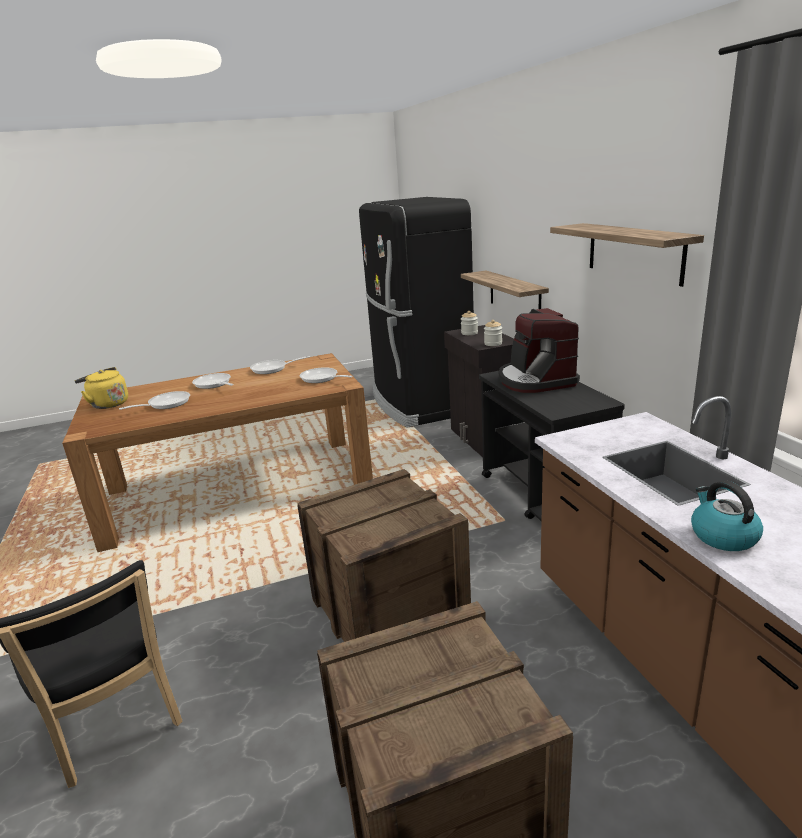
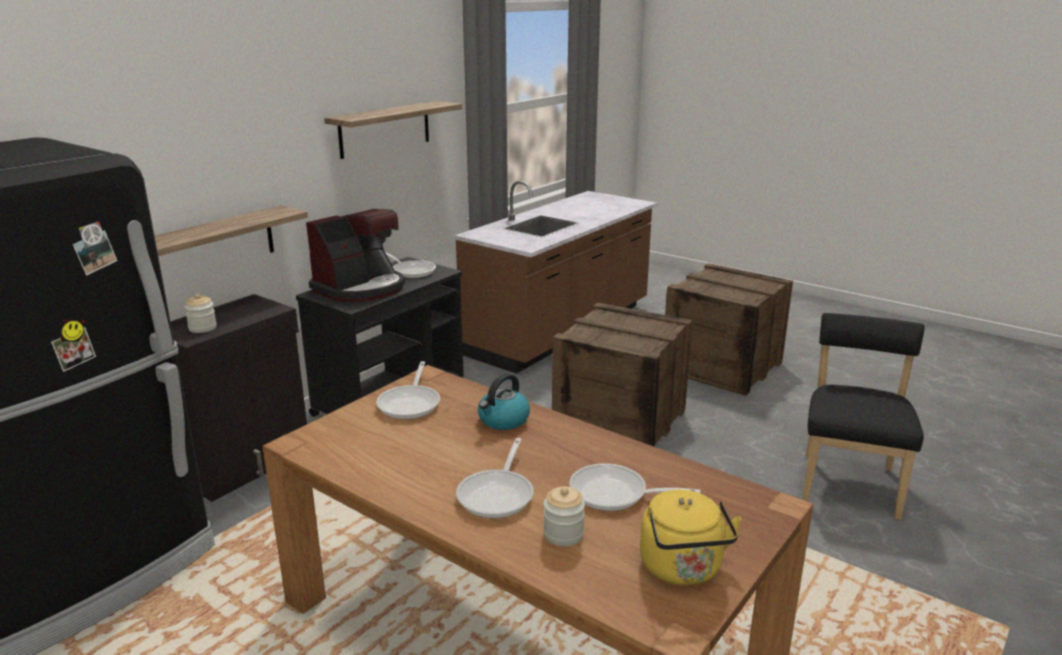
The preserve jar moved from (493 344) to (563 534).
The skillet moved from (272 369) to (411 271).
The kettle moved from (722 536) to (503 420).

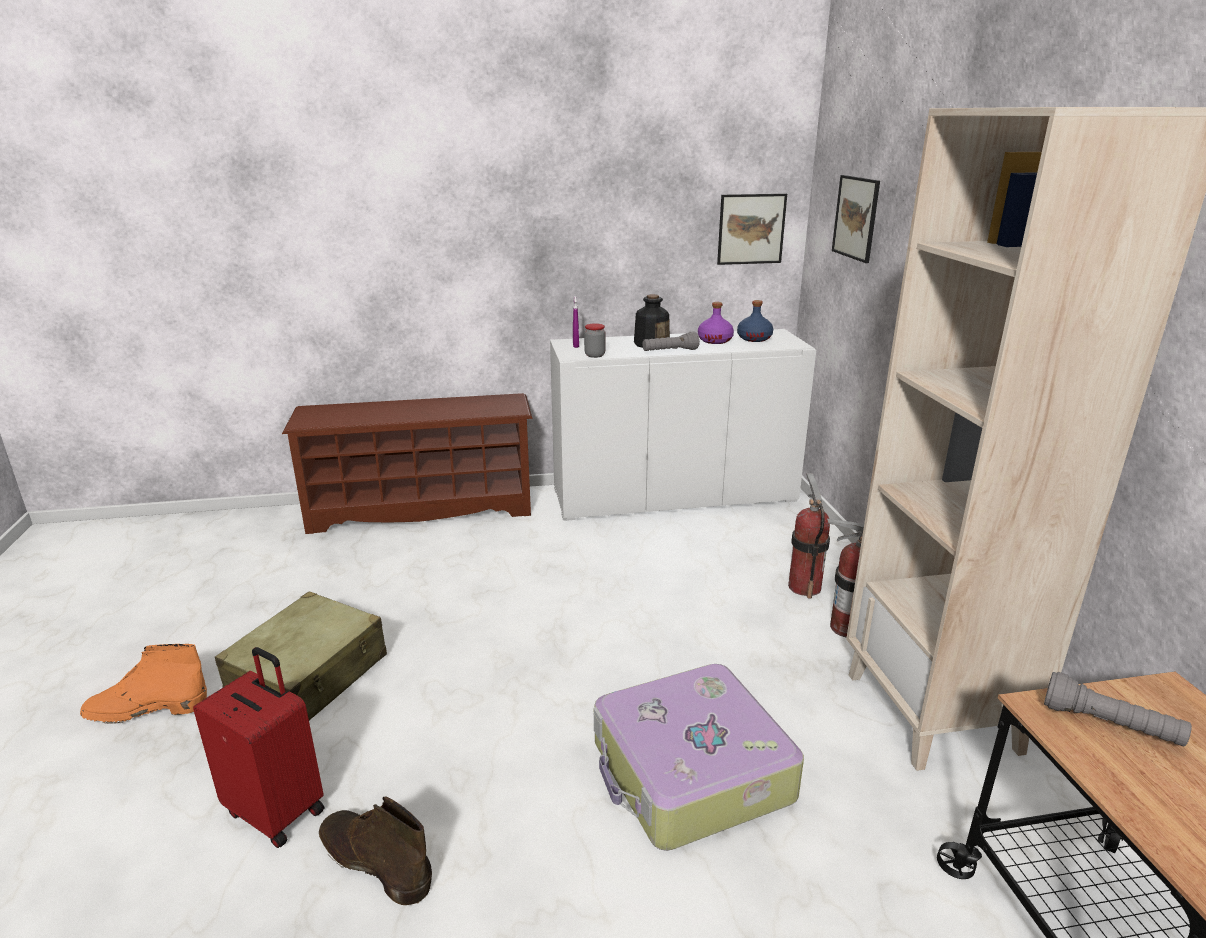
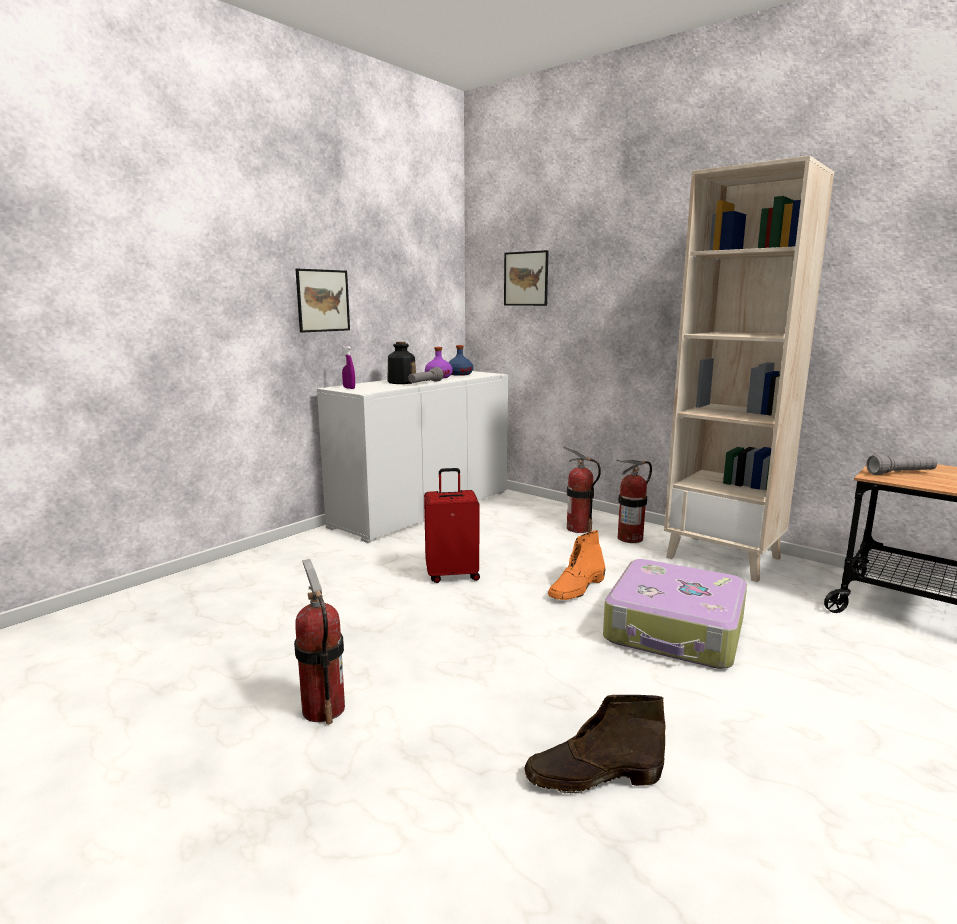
The wall art moved from (751 229) to (323 300).
The preserve jar at (595 355) disappeared.
The shoe stand (brown-coloured) at (422 509) disappeared.
The suitcase (beige-coloured) at (309 676) was replaced by the fire extinguisher at (323 708).
The boot (orange-coloured) moved from (146 709) to (576 589).
The suitcase (red-coloured) moved from (278 810) to (452 574).

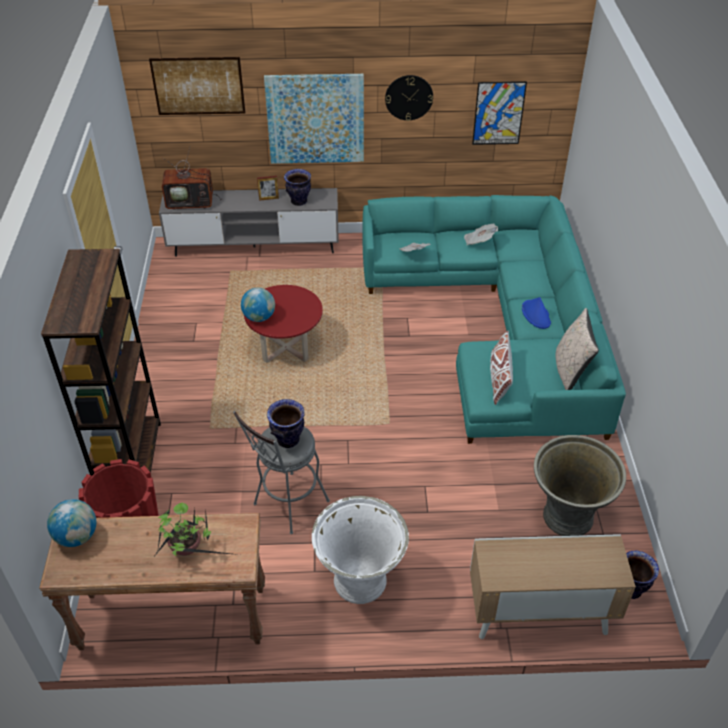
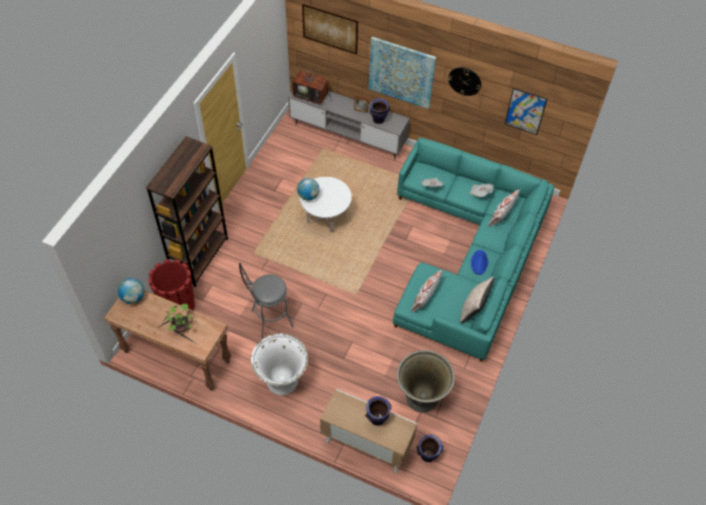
The coffee table (red-coloured) at (286 347) became the coffee table (whitish) at (325 217).
The vase moved from (288 440) to (377 418).
The cushion (whitish) at (502 214) appeared.

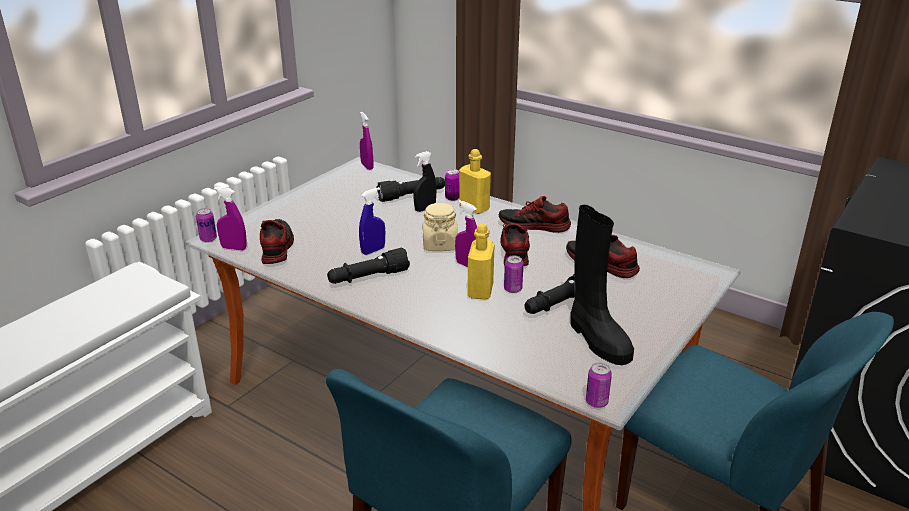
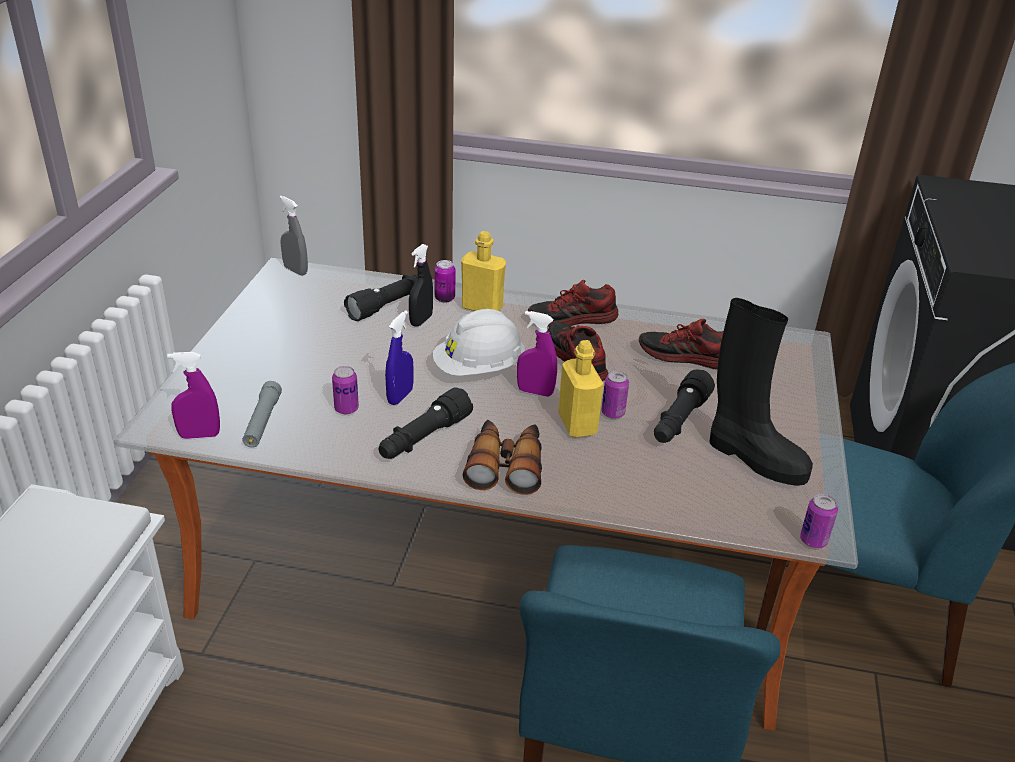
The sprayer (purplish) at (367 166) became the sprayer (grey) at (295 270).
The preserve jar (beige-coloured) at (440 244) was replaced by the hard hat (whitish) at (479 369).
The sealed can moved from (208 239) to (346 409).
The item of footwear at (276 248) was replaced by the torch (grey) at (262 422).
The pair of binoculars at (506 465) appeared.

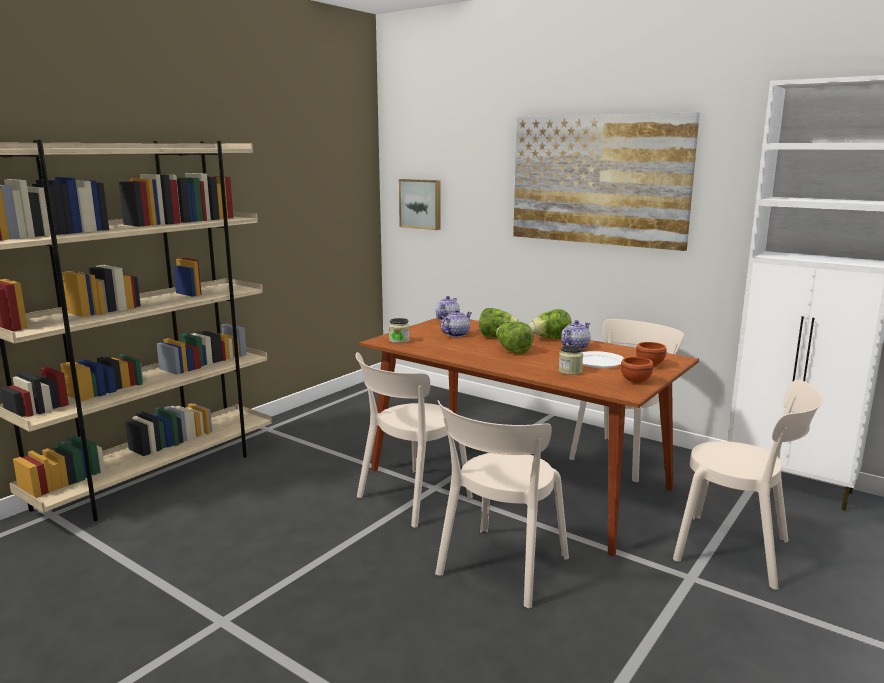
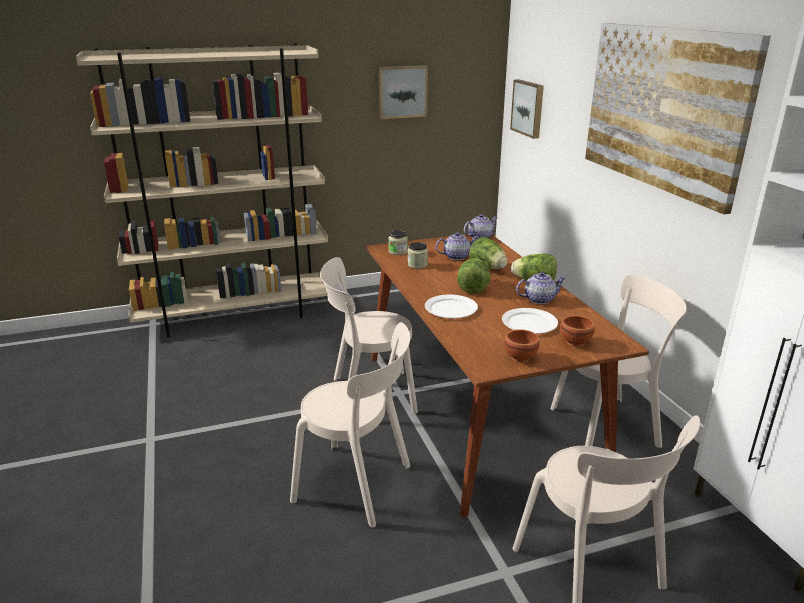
The preserve jar moved from (570 371) to (417 265).
The chair (beige-coloured) at (500 569) turned 135 degrees counterclockwise.
The wall art at (402 91) appeared.
The dinner plate (whitish) at (451 309) appeared.

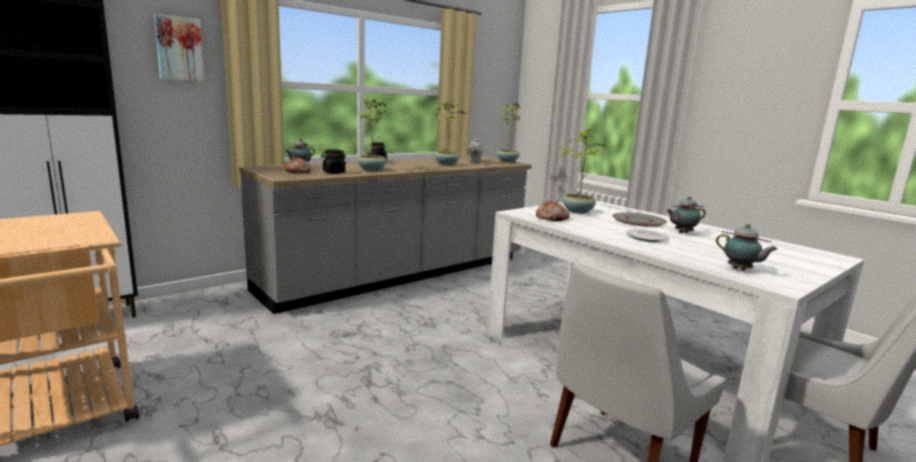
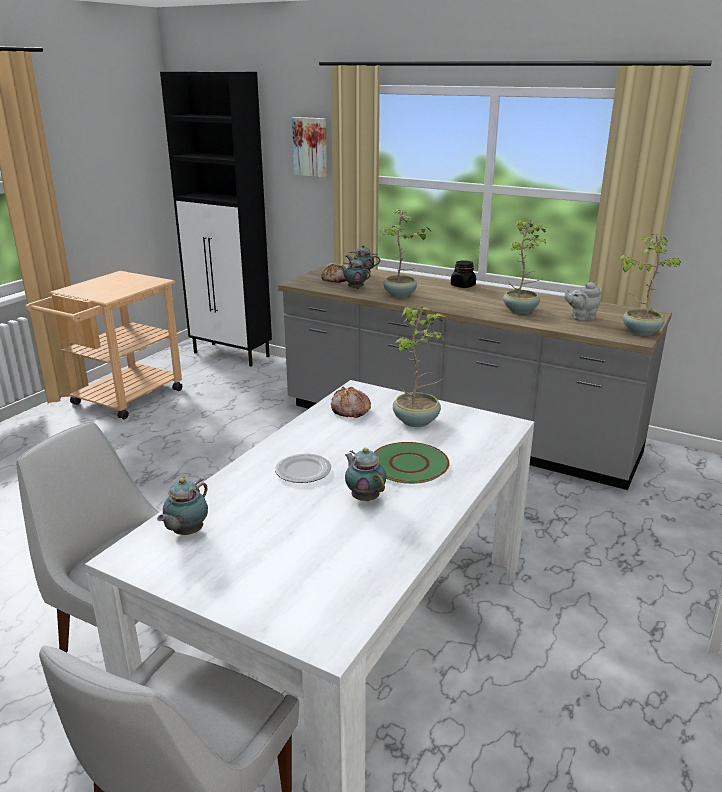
The preserve jar (black) at (333 172) was replaced by the tea pot at (355 288).
The dinner plate (grey) at (639 220) became the dinner plate (green) at (409 464).

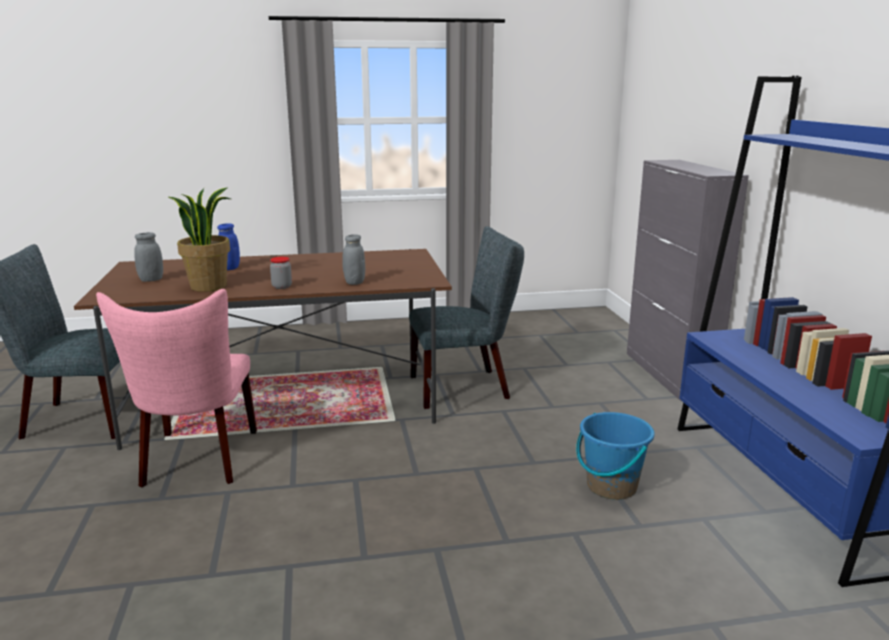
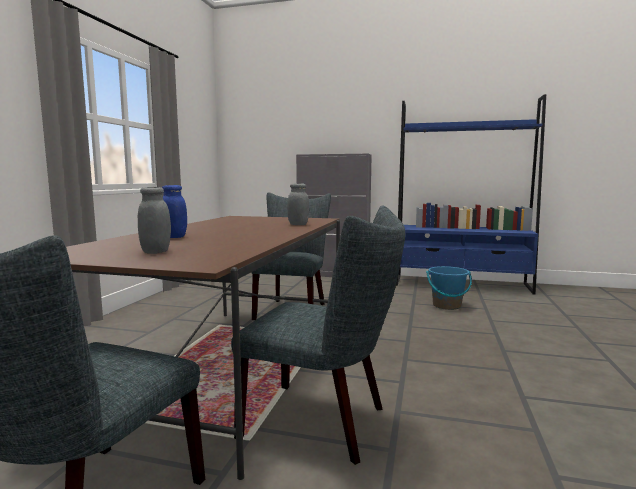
The plant in a pot at (209 286) disappeared.
The preserve jar at (282 287) disappeared.
The chair (pink-coloured) at (197 461) became the chair (grey) at (323 422).

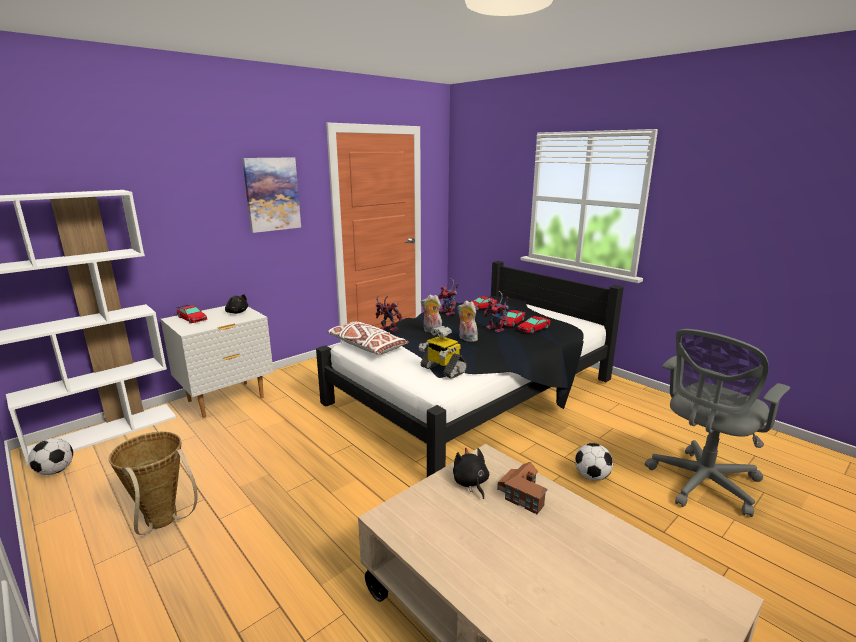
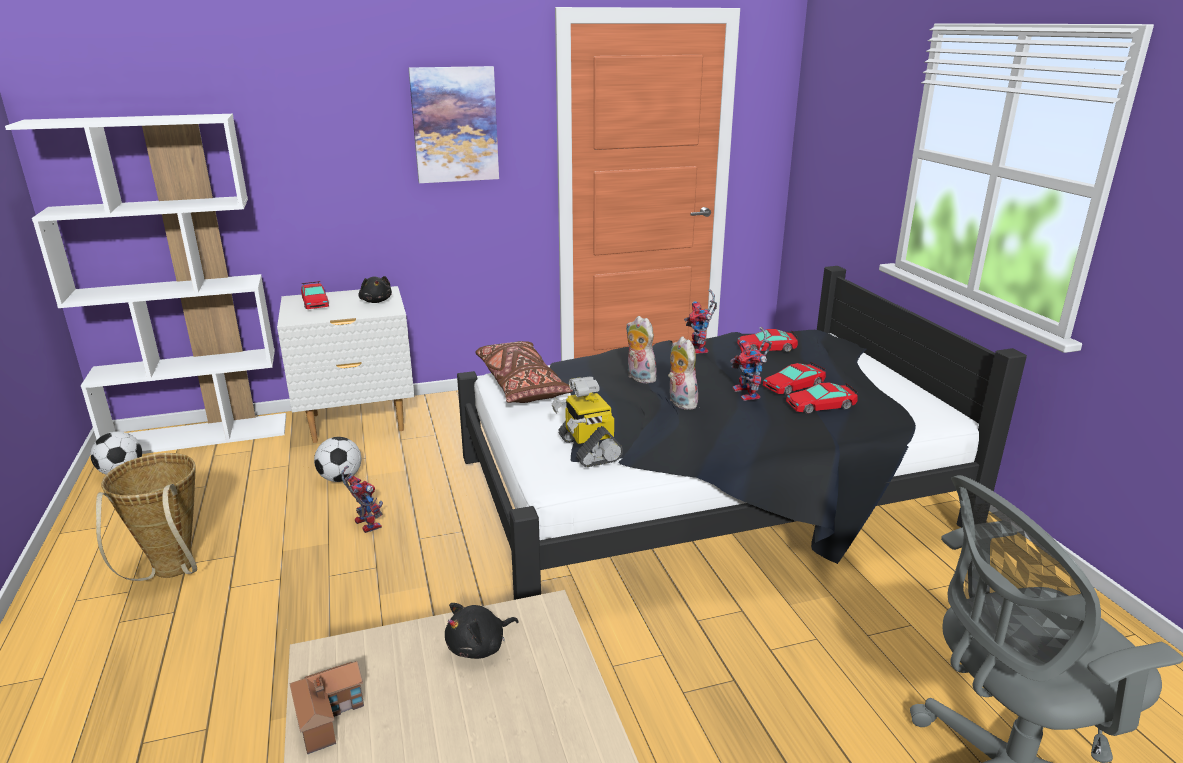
The model robot moved from (387 329) to (364 523).
The cushion (whitish) at (366 346) became the cushion (brown-coloured) at (521 385).
The ball for football moved from (591 476) to (340 478).
The soft toy (black) at (471 483) turned 135 degrees counterclockwise.
The toy house moved from (522 494) to (330 711).

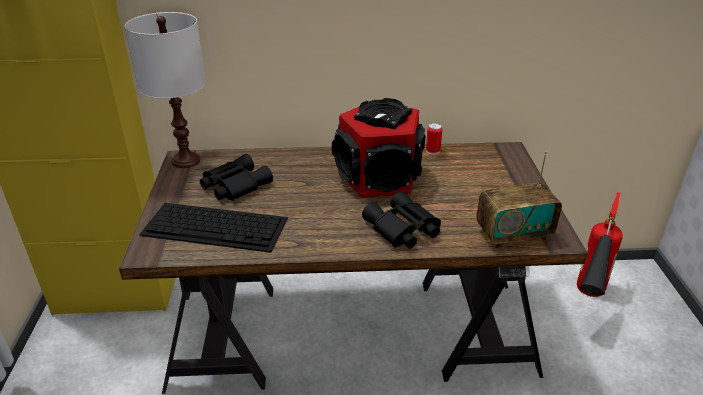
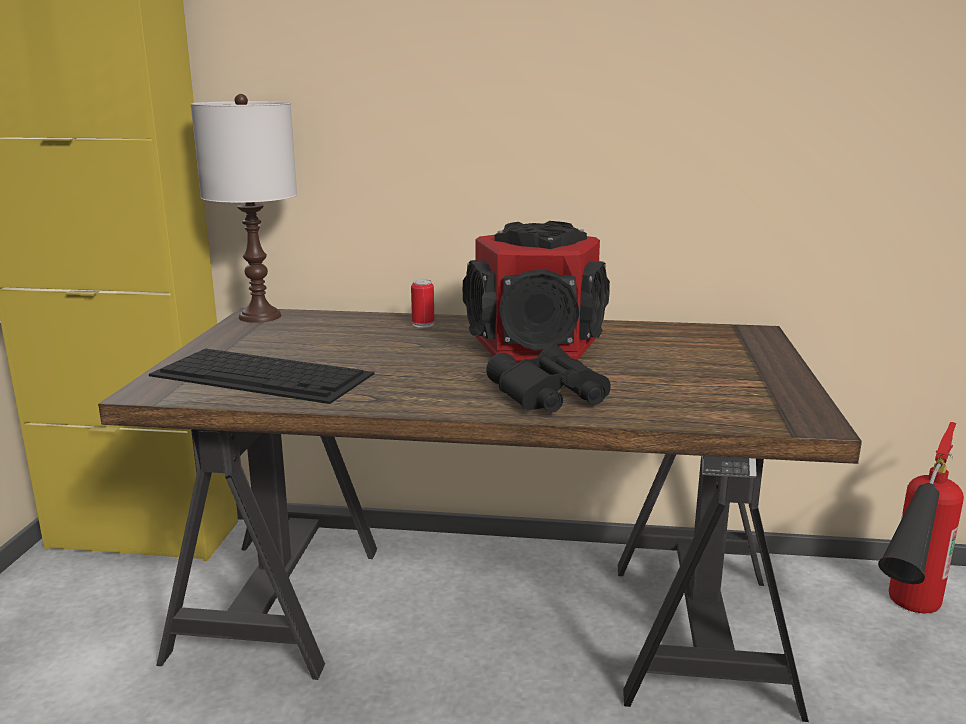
The sealed can moved from (432 151) to (423 324).
The radio set at (513 235) disappeared.
The pair of binoculars (black) at (234 185) disappeared.

